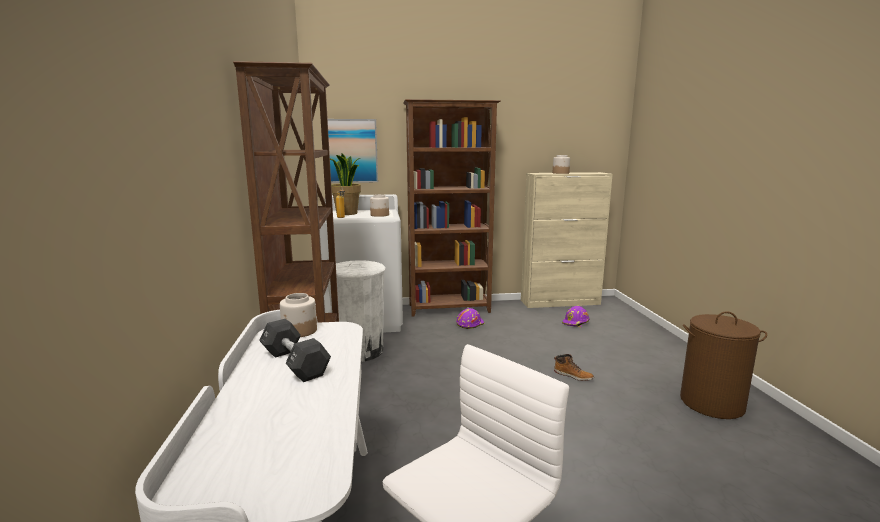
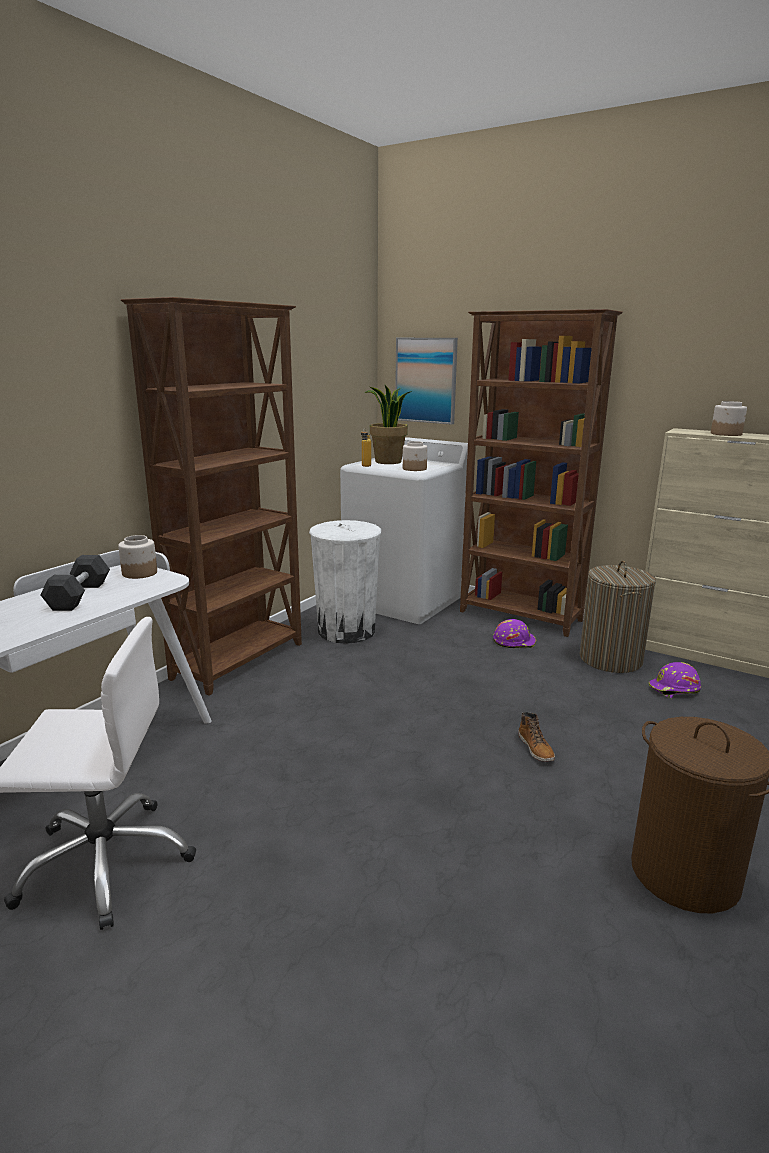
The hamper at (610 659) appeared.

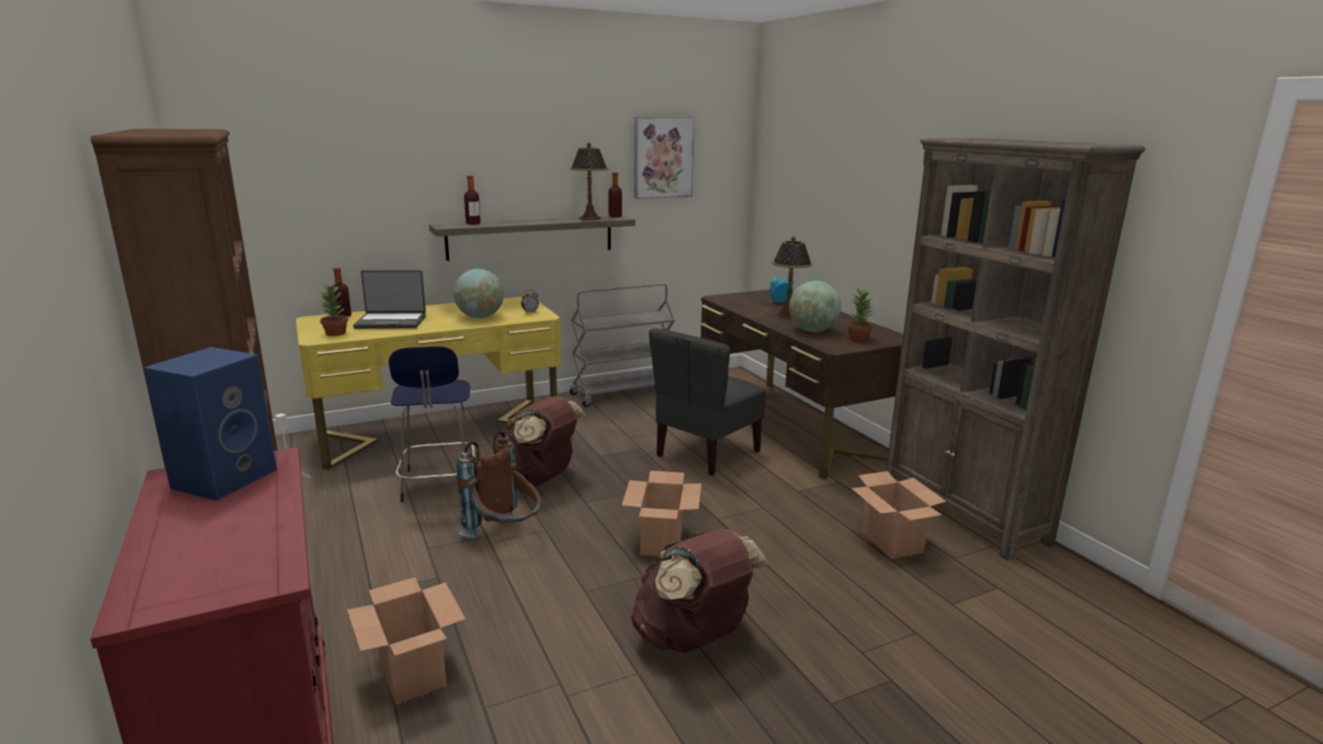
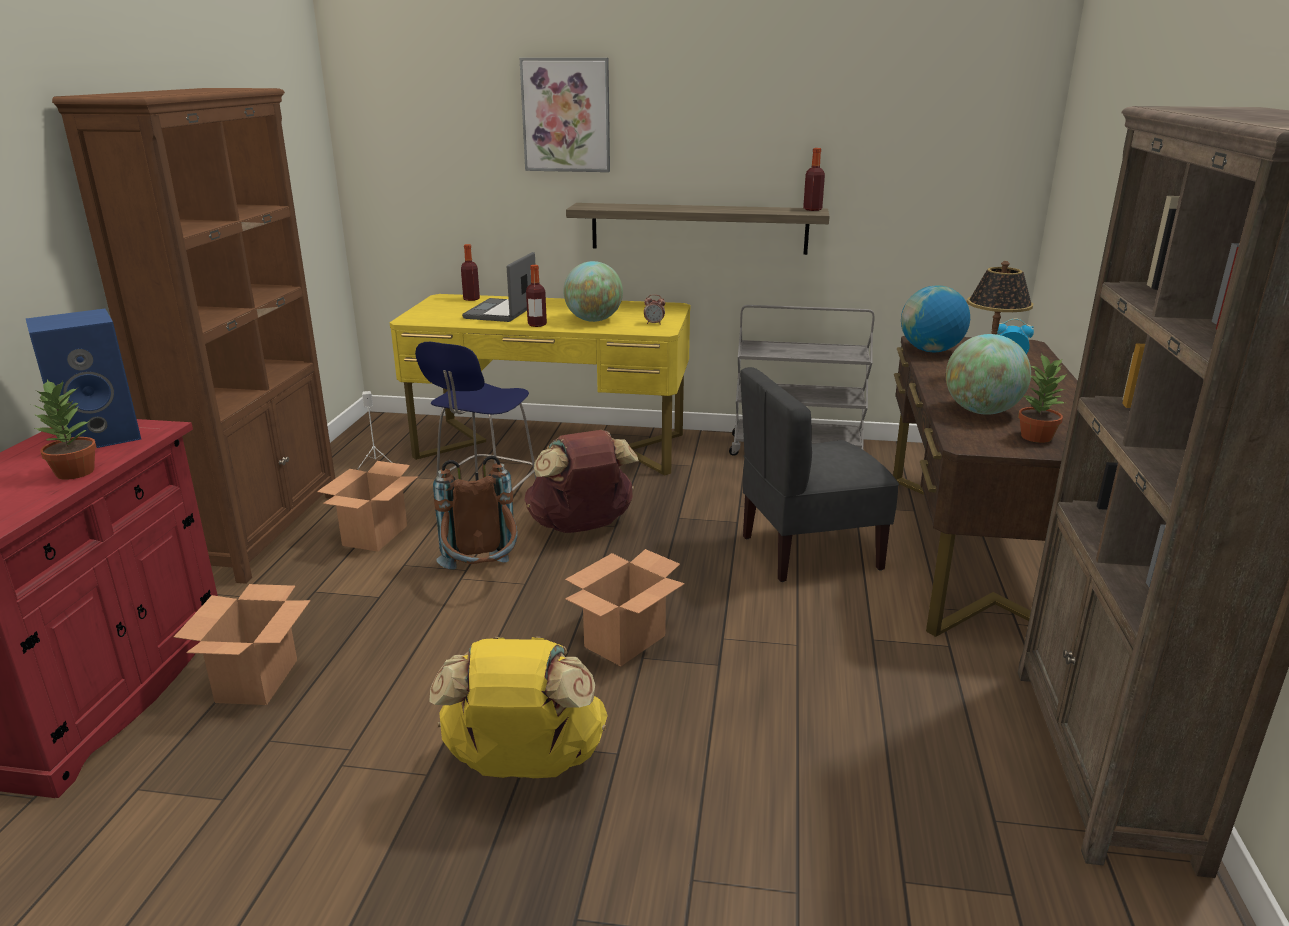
The wall art moved from (663 157) to (566 115).
The lamp for a table at (589 218) disappeared.
The drink bottle moved from (473 223) to (537 324).
The notebook computer at (391 322) turned 75 degrees clockwise.
The plant in a pot moved from (336 333) to (75 472).
The packing box moved from (892 542) to (375 536).
The backpack (brown-coloured) at (693 638) became the backpack (yellow-coloured) at (524 765).
The desk globe at (931 351) appeared.

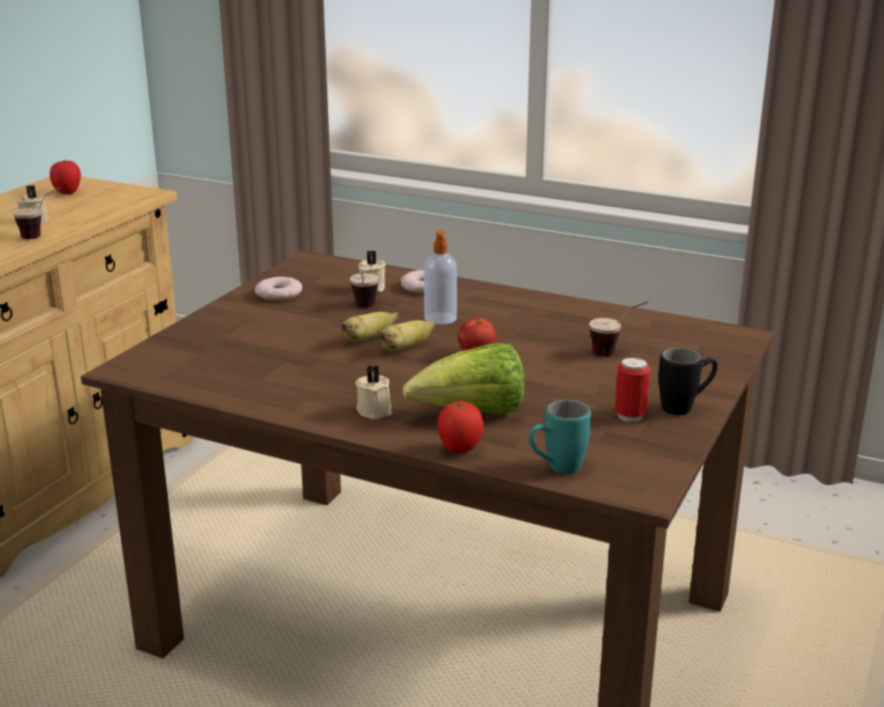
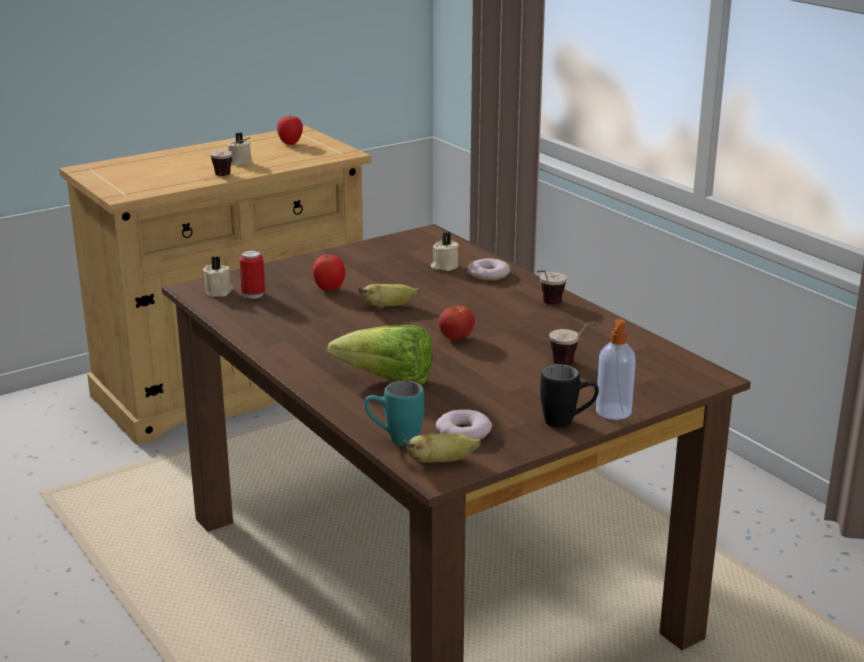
The liquid soap bottle moved from (440 319) to (613 412).
The cup moved from (364 309) to (547 305).
The ring doughnut moved from (278 294) to (463 432).
The banana moved from (405 348) to (441 461).
The sealed can moved from (630 416) to (253 295).
The wax candle (beige-coloured) moved from (375 410) to (219 291).
The tomato moved from (459 450) to (329 289).

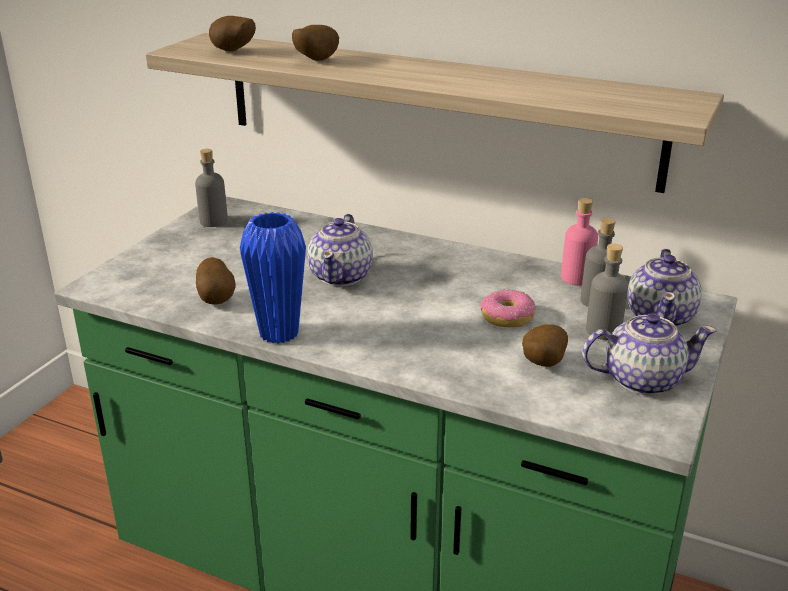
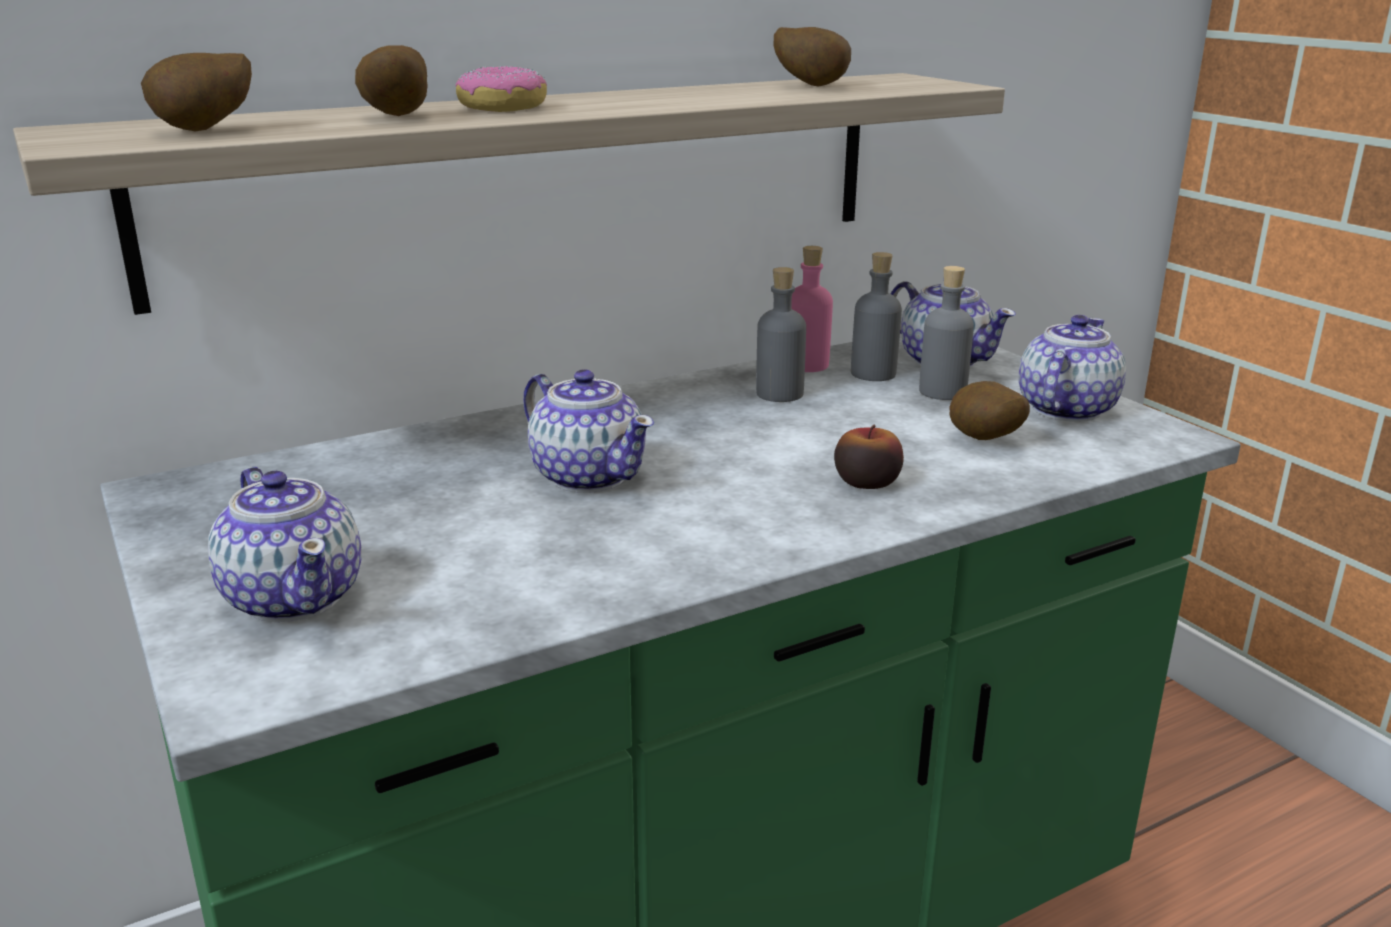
The drink bottle (grey) moved from (213 221) to (779 394).
The vase (blue) at (279 333) disappeared.
The spud moved from (217 299) to (812 85).
The ring doughnut moved from (507 317) to (502 107).
The apple fruit at (866 482) appeared.
The tea pot at (294 597) appeared.

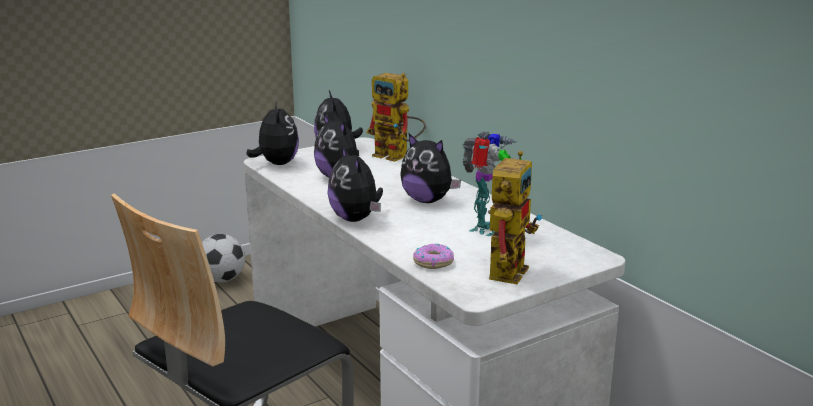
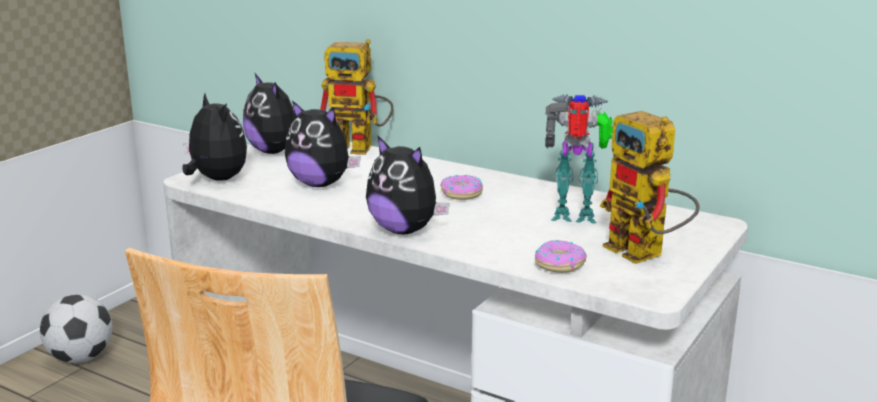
The soft toy at (427 200) was replaced by the ring doughnut at (461 194).
The model robot at (507 268) turned 150 degrees clockwise.

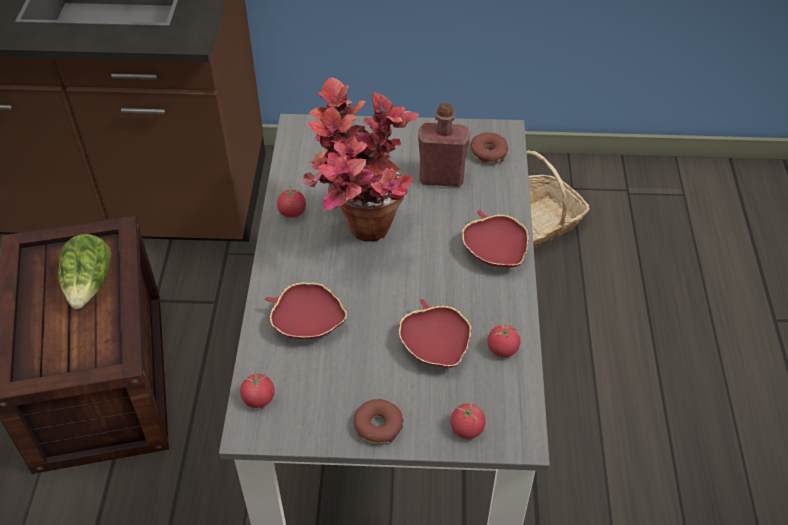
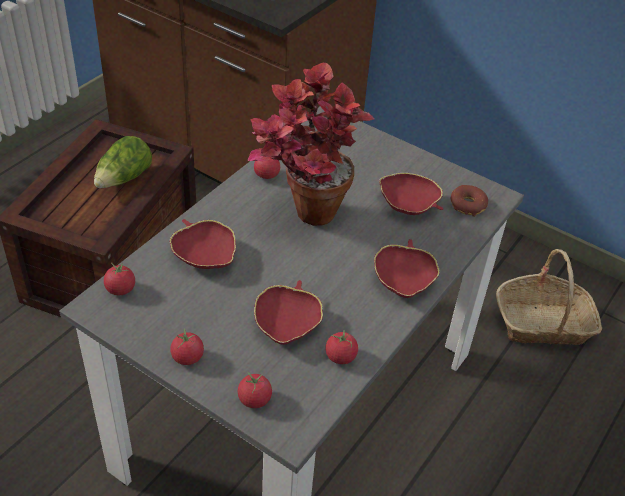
The drink bottle (red-coloured) at (441 178) was replaced by the deep dish (red-coloured) at (409 205).
The ring doughnut at (378 426) was replaced by the tomato at (187 357).

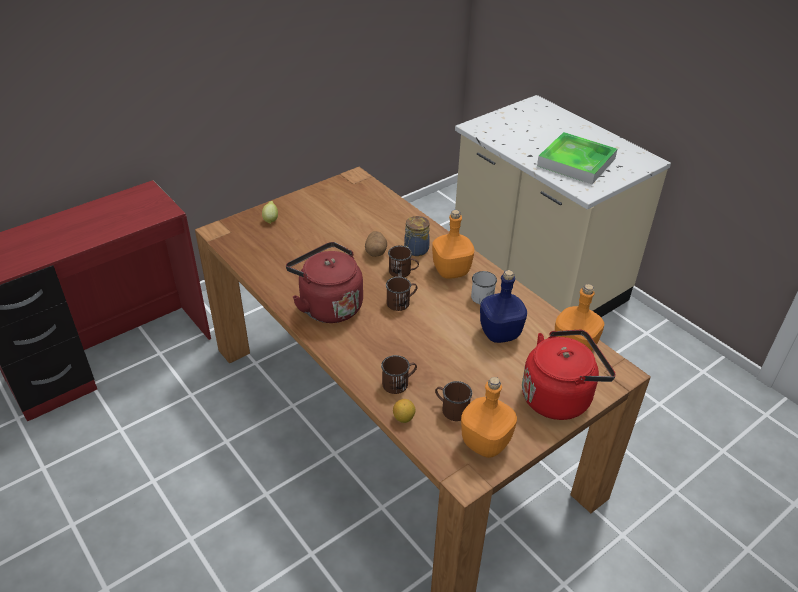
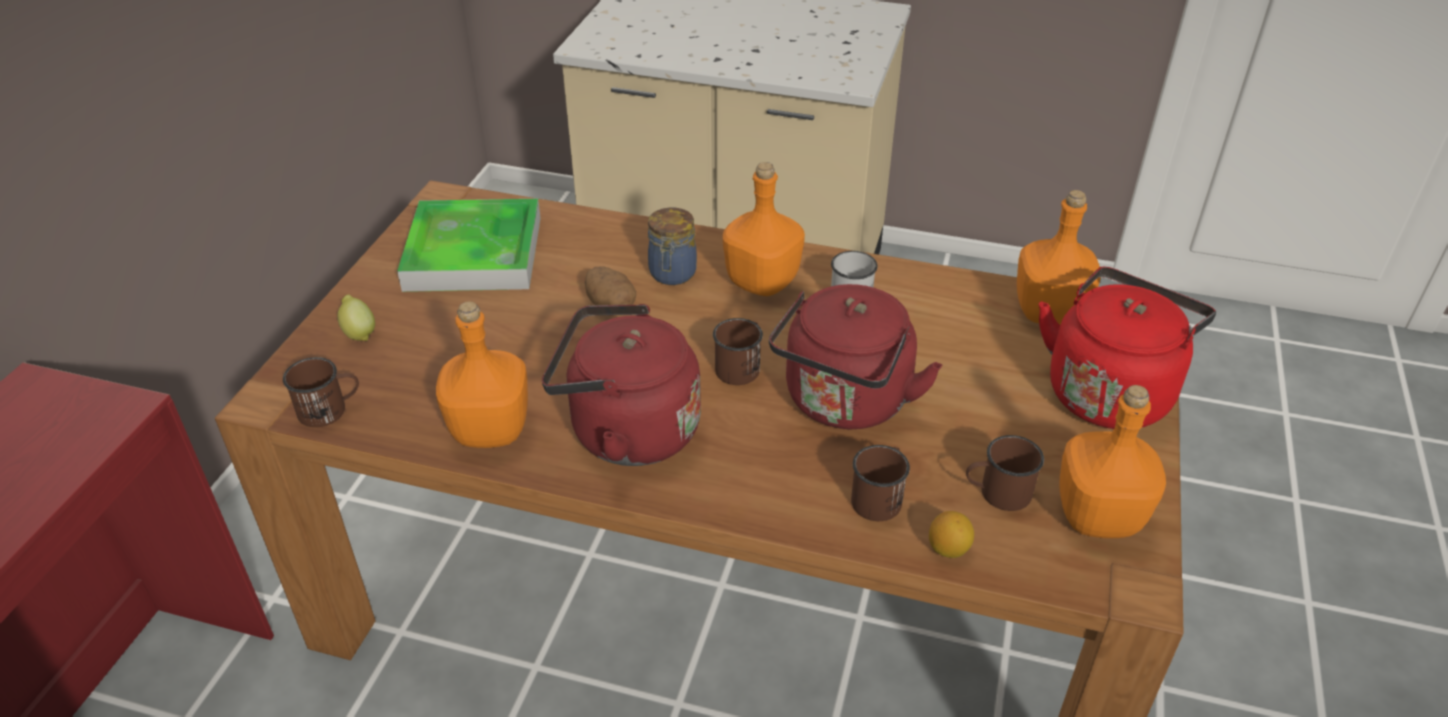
The carrying tray moved from (576 162) to (474 253).
The mug (brown-coloured) moved from (403 272) to (330 410).
The drink bottle (blue) at (499 333) disappeared.
The kettle (red-coloured) at (844 404) appeared.
The drink bottle (orange-coloured) at (492 429) appeared.

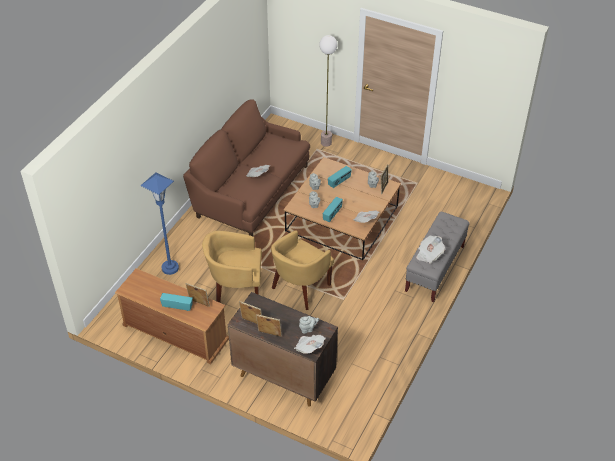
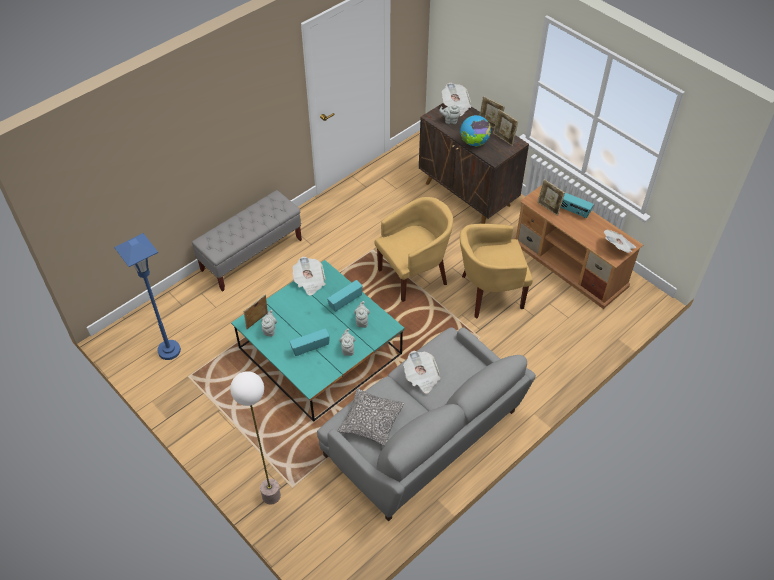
The settee (brown-coloured) at (251 190) became the settee (grey) at (423 436).
The coffee table (brown-coloured) at (342 218) became the coffee table (turquoise-coloured) at (320 351).
The standard lamp (blue) moved from (170 268) to (169 350).
The lounge chair (yellow-coloured) at (236 290) turned 150 degrees clockwise.
The newspaper moved from (429 254) to (618 247).
The desk globe at (474 142) appeared.
The cushion at (371 421) appeared.

